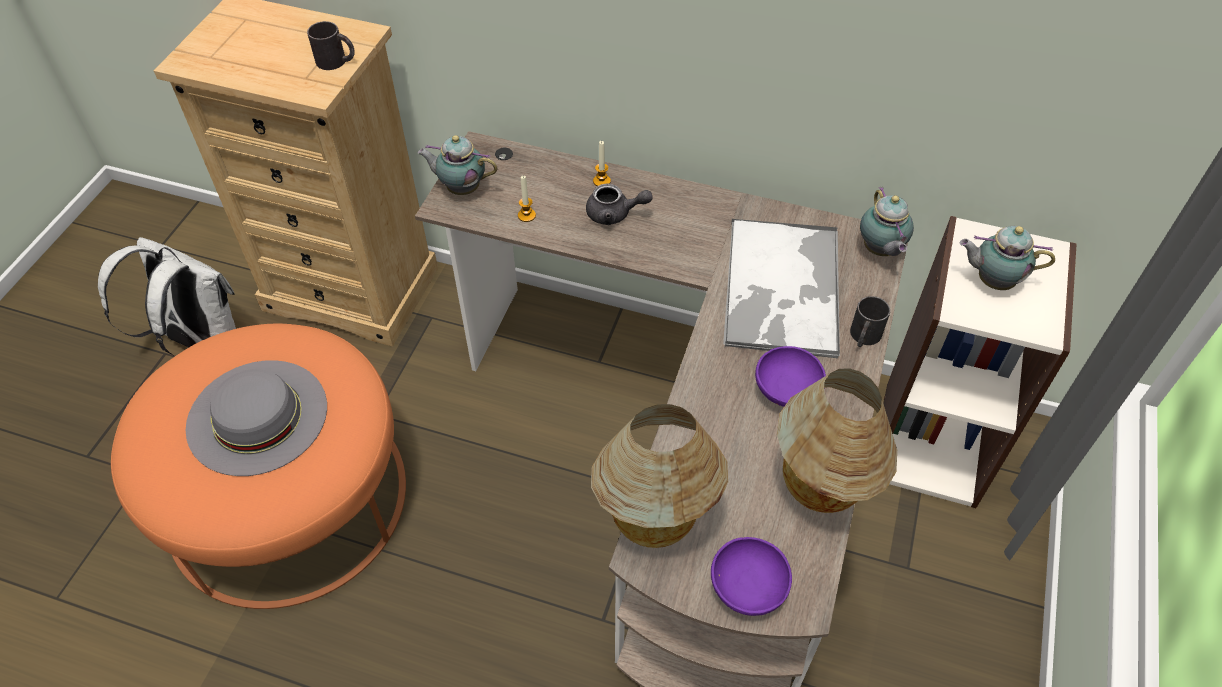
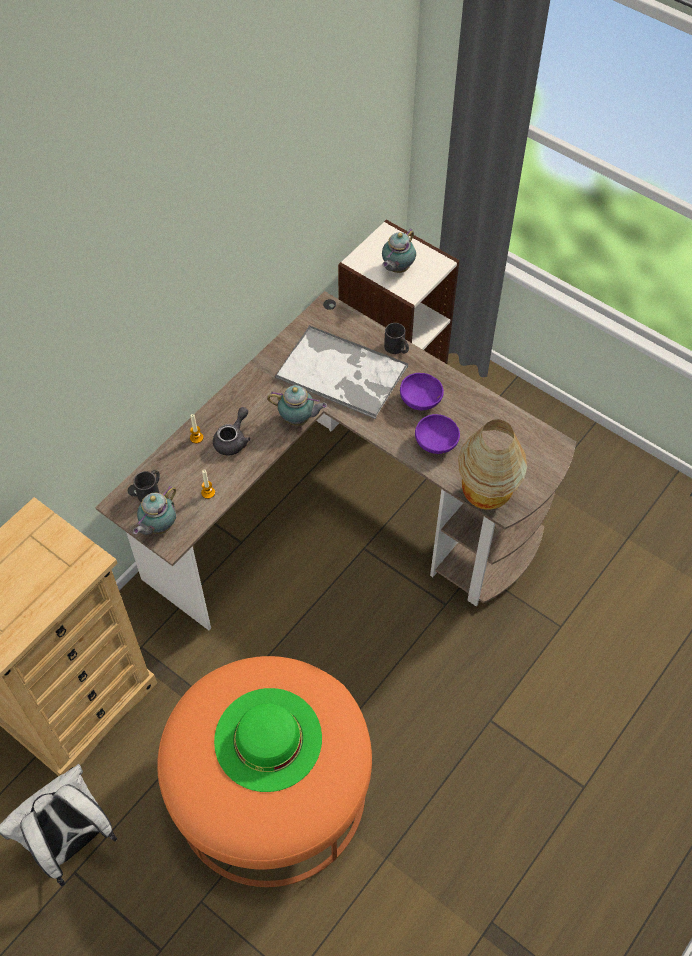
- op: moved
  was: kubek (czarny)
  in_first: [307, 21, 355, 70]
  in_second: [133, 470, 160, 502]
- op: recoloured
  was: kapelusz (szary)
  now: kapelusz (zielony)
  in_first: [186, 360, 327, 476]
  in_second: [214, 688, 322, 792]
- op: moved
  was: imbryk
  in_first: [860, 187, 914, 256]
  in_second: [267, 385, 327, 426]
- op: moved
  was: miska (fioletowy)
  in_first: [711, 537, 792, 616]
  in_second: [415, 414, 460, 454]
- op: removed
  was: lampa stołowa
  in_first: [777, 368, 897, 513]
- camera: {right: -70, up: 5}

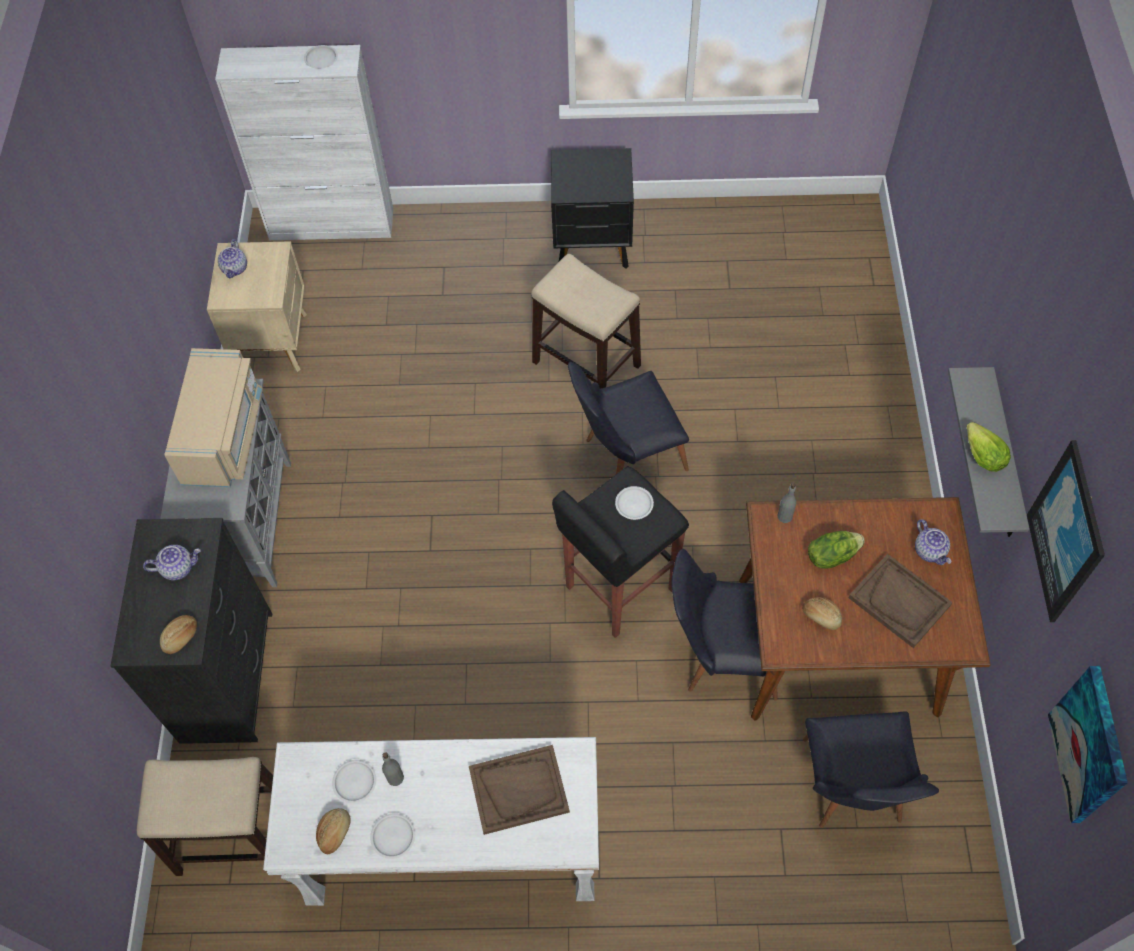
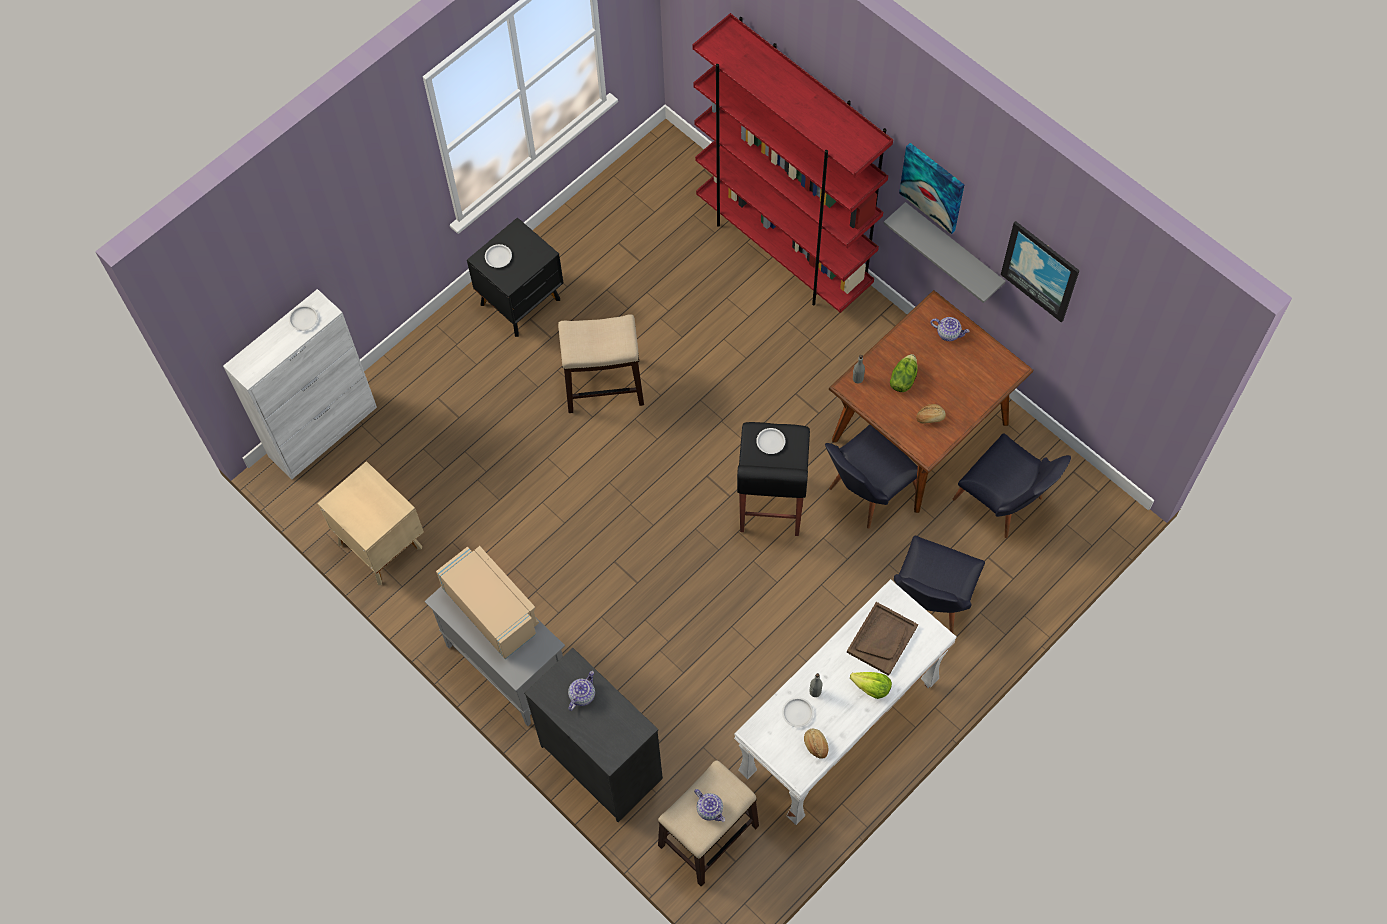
- op: moved
  was: talerz (biały)
  in_first: [370, 813, 415, 859]
  in_second: [485, 244, 512, 268]
- op: added
  now: regał (czerwony)
  in_second: [692, 13, 893, 313]
- op: moved
  was: imbryk
  in_first: [218, 239, 247, 278]
  in_second: [694, 789, 725, 822]
- op: moved
  was: sałata
  in_first: [967, 422, 1011, 472]
  in_second: [850, 672, 892, 699]
- op: moved
  was: krzesło (czarny)
  in_first: [568, 362, 689, 474]
  in_second: [894, 535, 985, 633]
- op: moved
  was: obraz
  in_first: [1048, 666, 1128, 823]
  in_second: [899, 143, 964, 234]
- op: removed
  was: chleb
  in_first: [160, 615, 197, 654]
- op: removed
  was: taca (brązowy)
  in_first: [849, 554, 953, 648]
- camera: {right: -45, up: 5}

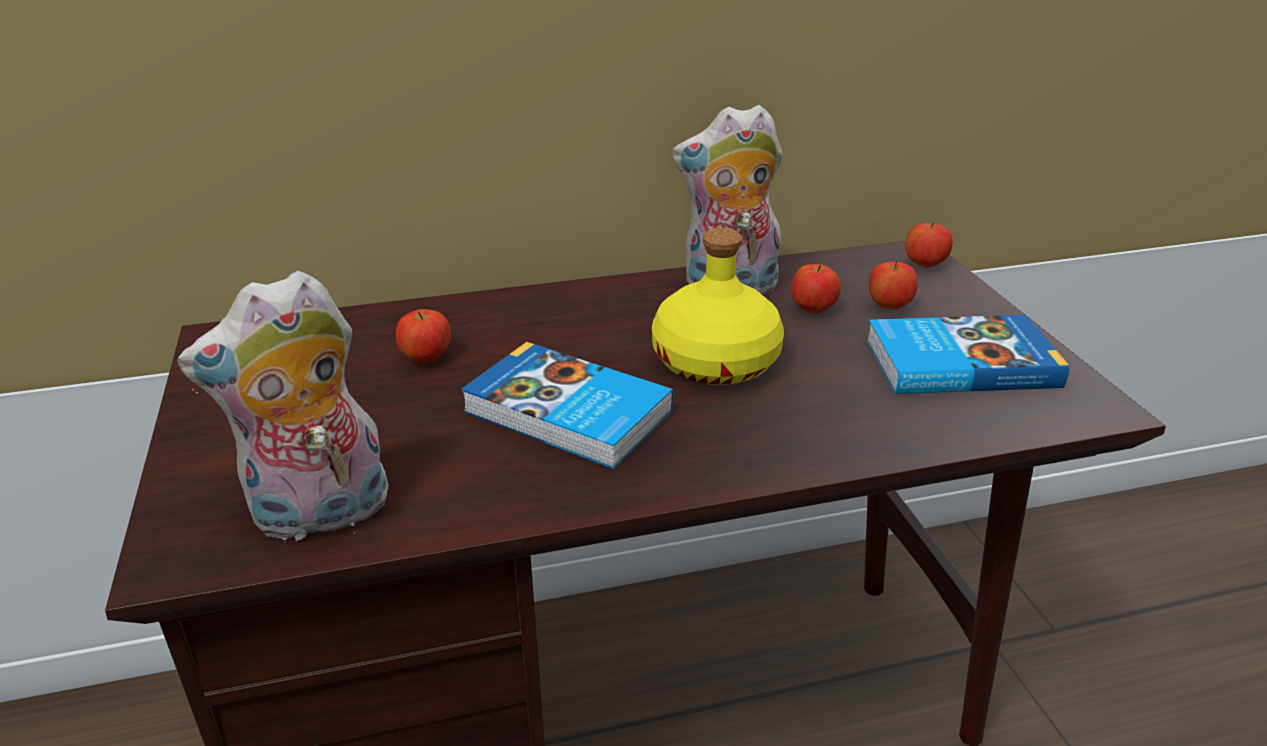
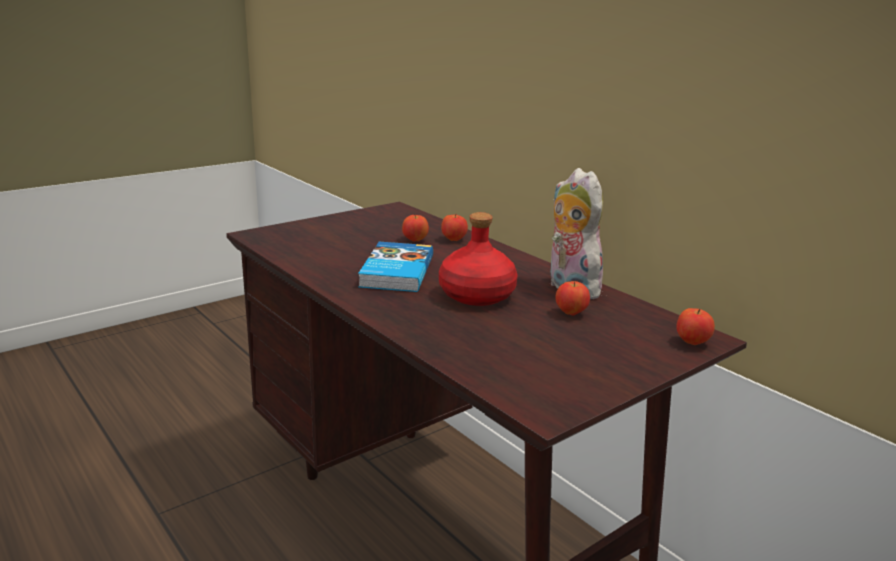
- op: recoloured
  was: butelka (żółty)
  now: butelka (czerwony)
  in_first: [652, 228, 784, 385]
  in_second: [439, 212, 517, 306]
- op: moved
  was: jabłko
  in_first: [869, 261, 918, 310]
  in_second: [441, 215, 468, 241]
- op: removed
  was: pluszak
  in_first: [177, 271, 388, 543]
- op: removed
  was: książka
  in_first: [866, 315, 1069, 394]
- camera: {right: 65, up: -10}

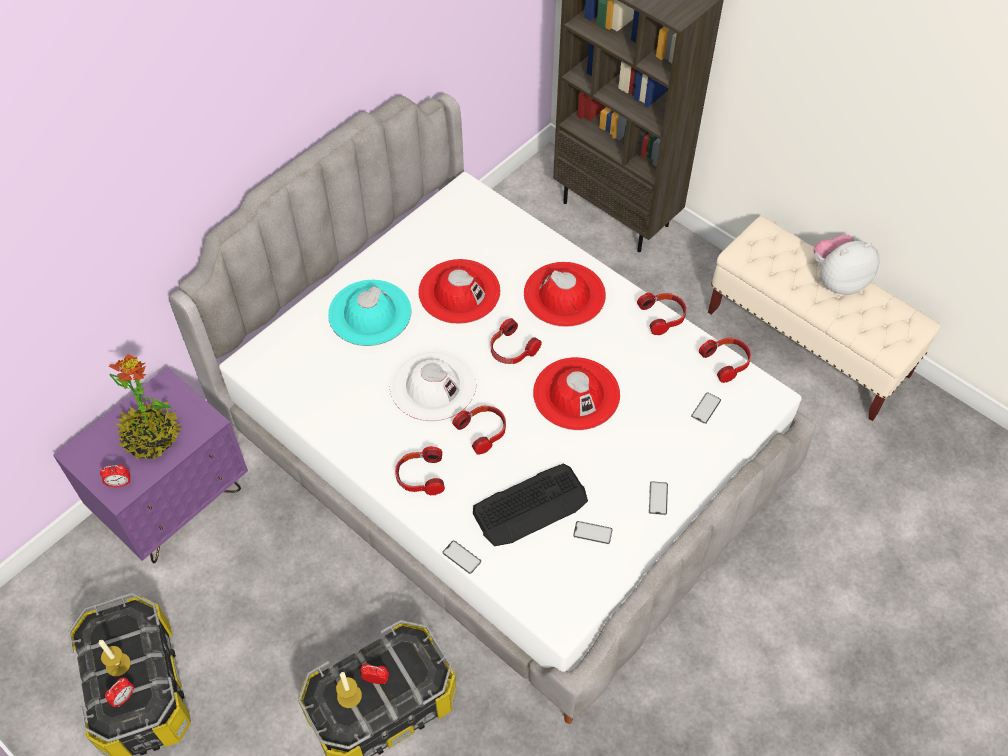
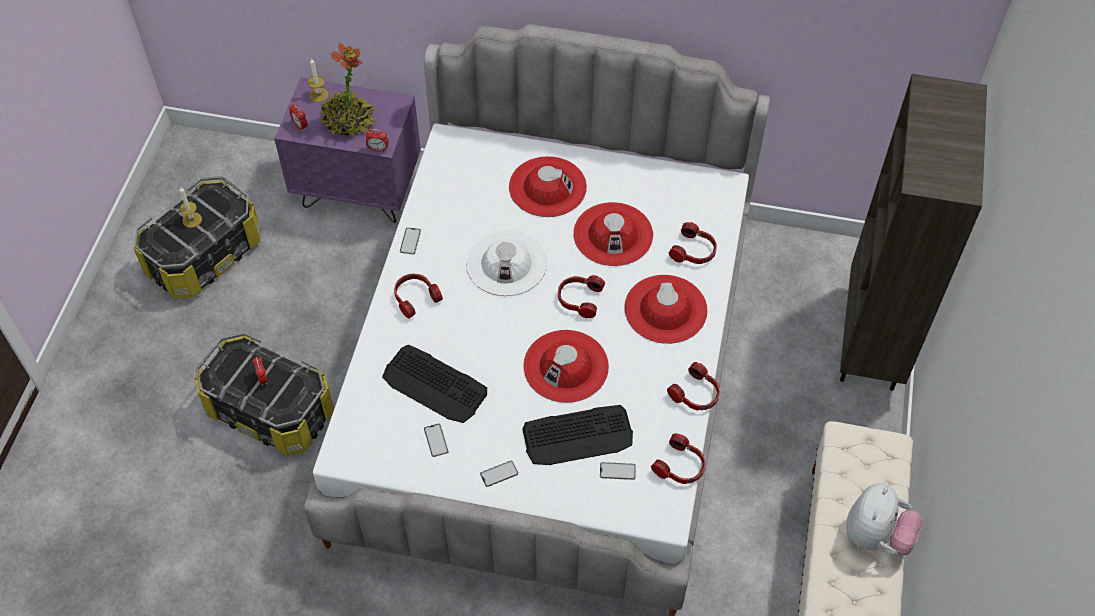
- op: moved
  was: świeca
  in_first: [336, 672, 362, 708]
  in_second: [308, 58, 329, 102]
- op: moved
  was: budzik
  in_first: [105, 677, 134, 707]
  in_second: [366, 129, 389, 152]
- op: moved
  was: telefon
  in_first: [442, 540, 481, 574]
  in_second: [400, 228, 421, 254]
- op: recoloured
  was: kapelusz (turkusowy)
  now: kapelusz (czerwony)
  in_first: [328, 280, 411, 346]
  in_second: [509, 156, 587, 217]
- op: added
  now: klawiatura
  in_second: [522, 405, 633, 465]
- op: moved
  was: słuchawki
  in_first: [452, 405, 506, 455]
  in_second: [669, 222, 717, 264]
- op: turned
  was: pluszak
  in_first: [814, 234, 880, 295]
  in_second: [846, 483, 922, 555]
  clockwise: 75
- camera: {right: 60, up: 0}

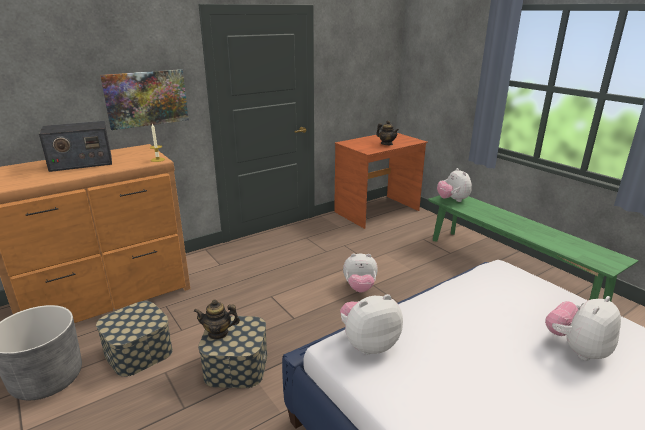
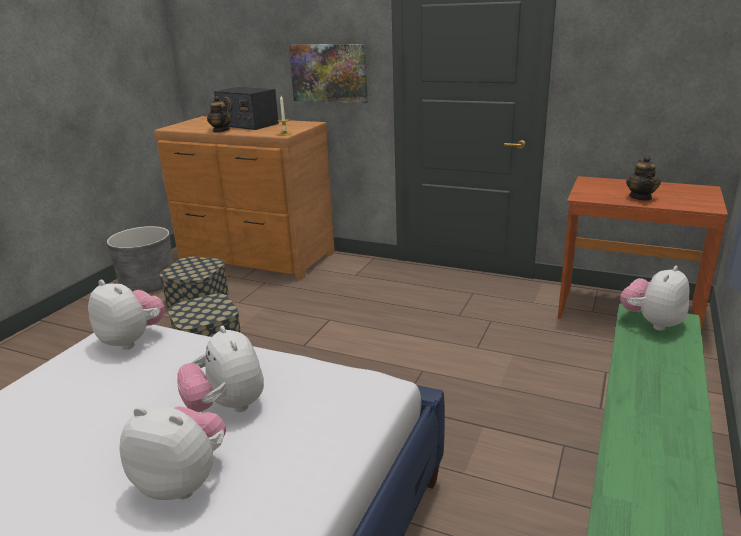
- op: moved
  was: pluszak
  in_first: [343, 254, 378, 293]
  in_second: [177, 325, 264, 412]
- op: moved
  was: imbryk
  in_first: [193, 299, 240, 340]
  in_second: [207, 96, 232, 132]
- camera: {right: 60, up: 0}

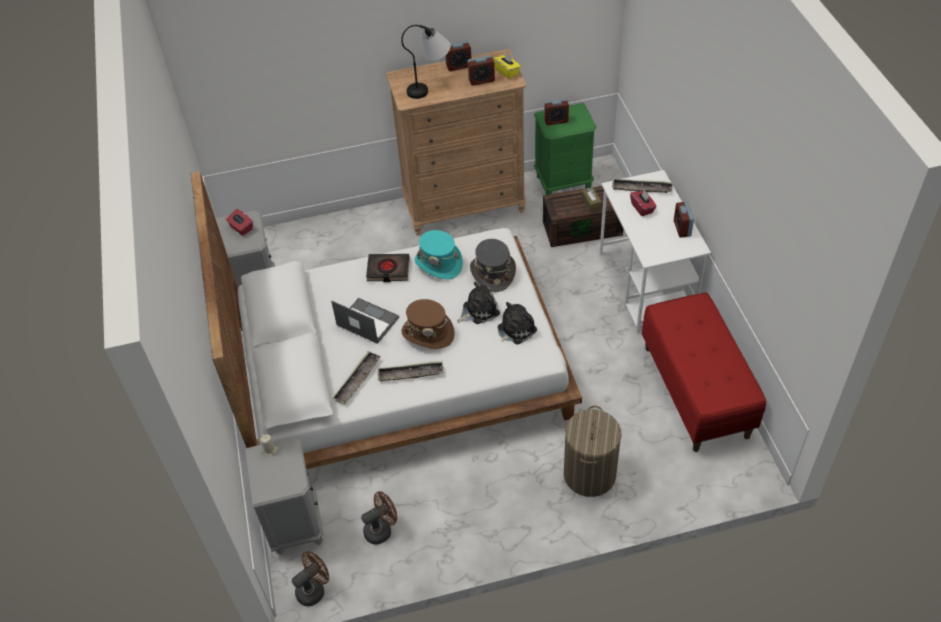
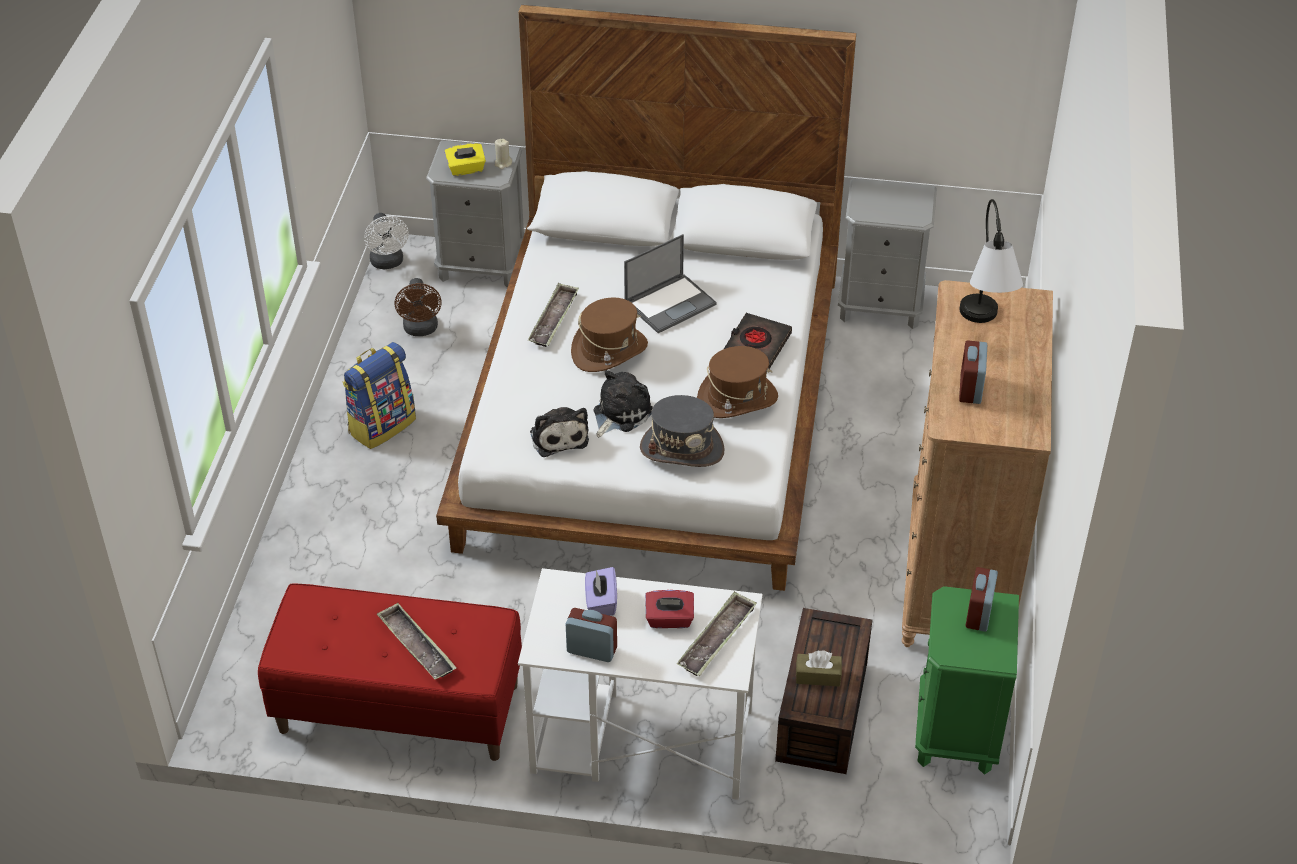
- op: added
  now: plecak
  in_second: [342, 342, 416, 449]
- op: recoloured
  was: wentylator (brązowy)
  now: wentylator (biały)
  in_first: [292, 551, 329, 606]
  in_second: [364, 213, 409, 269]
- op: moved
  was: taca
  in_first: [332, 351, 381, 405]
  in_second: [377, 603, 457, 679]
- op: moved
  was: pudełko chusteczek (żółty)
  in_first: [493, 53, 521, 79]
  in_second: [444, 143, 486, 176]
- op: added
  now: pudełko chusteczek (fioletowy)
  in_second: [585, 567, 617, 616]
- op: turned
  was: pluszak
  in_first: [457, 282, 500, 324]
  in_second: [594, 370, 653, 437]
  clockwise: -135
- op: recoloured
  was: kapelusz (turkusowy)
  now: kapelusz (brązowy)
  in_first: [415, 230, 463, 279]
  in_second: [697, 346, 778, 418]
- op: removed
  was: pudełko chusteczek (czerwony)
  in_first: [226, 209, 253, 236]
- op: removed
  was: budzik
  in_first: [445, 41, 471, 71]
- op: removed
  was: kosz na pranie
  in_first: [564, 406, 621, 497]
- camera: {right: 110, up: -5}

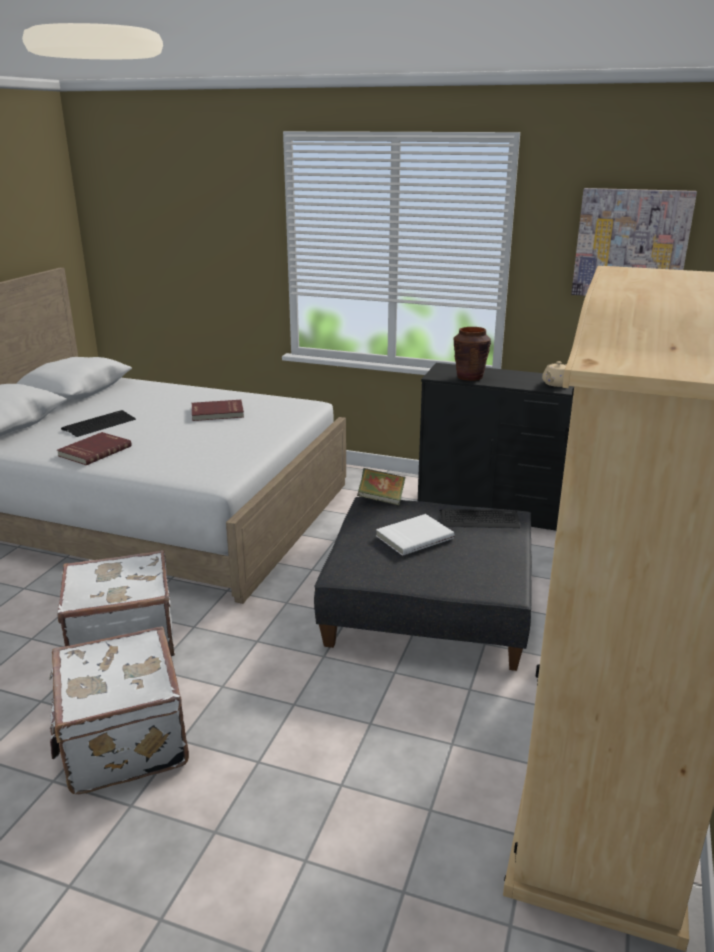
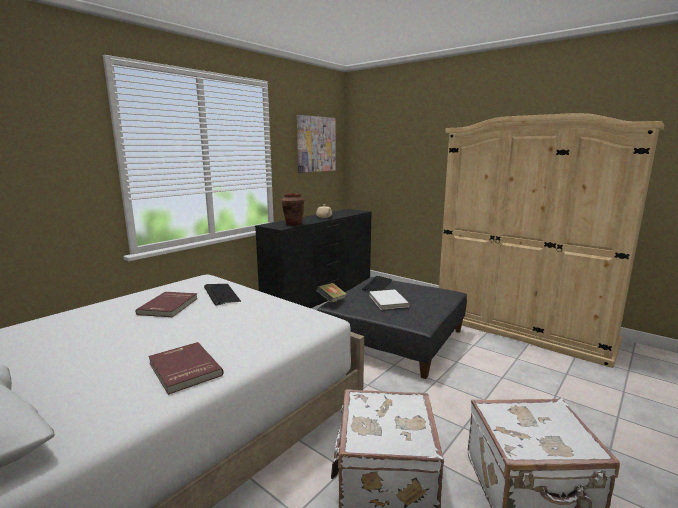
- op: moved
  was: klawiatura
  in_first: [61, 410, 136, 437]
  in_second: [204, 284, 241, 306]
- camera: {right: -70, up: -10}

